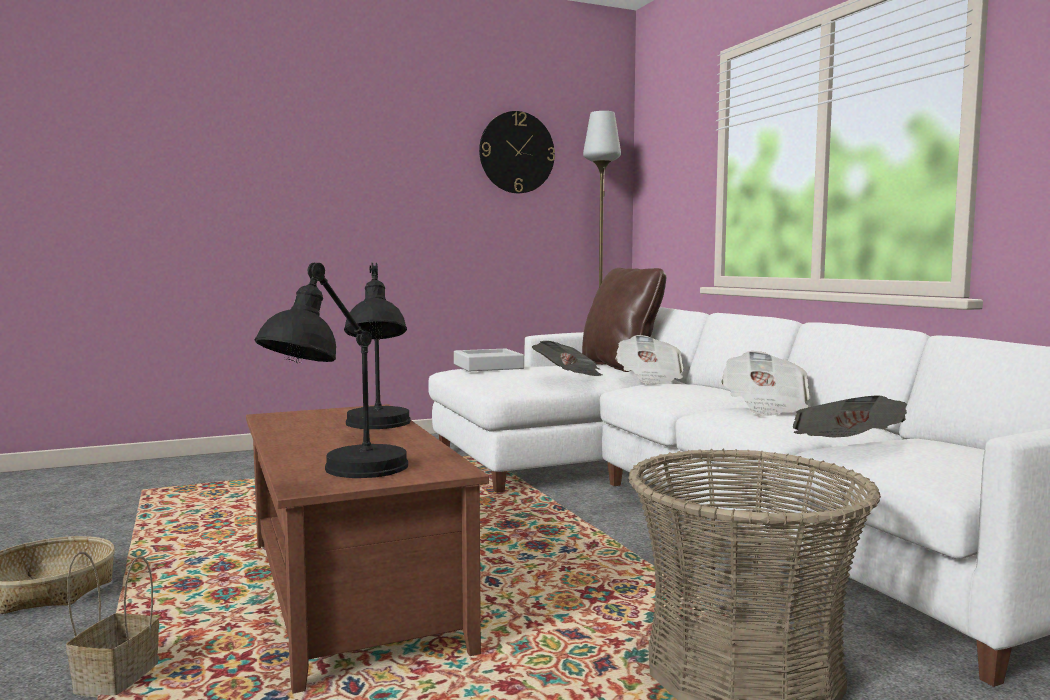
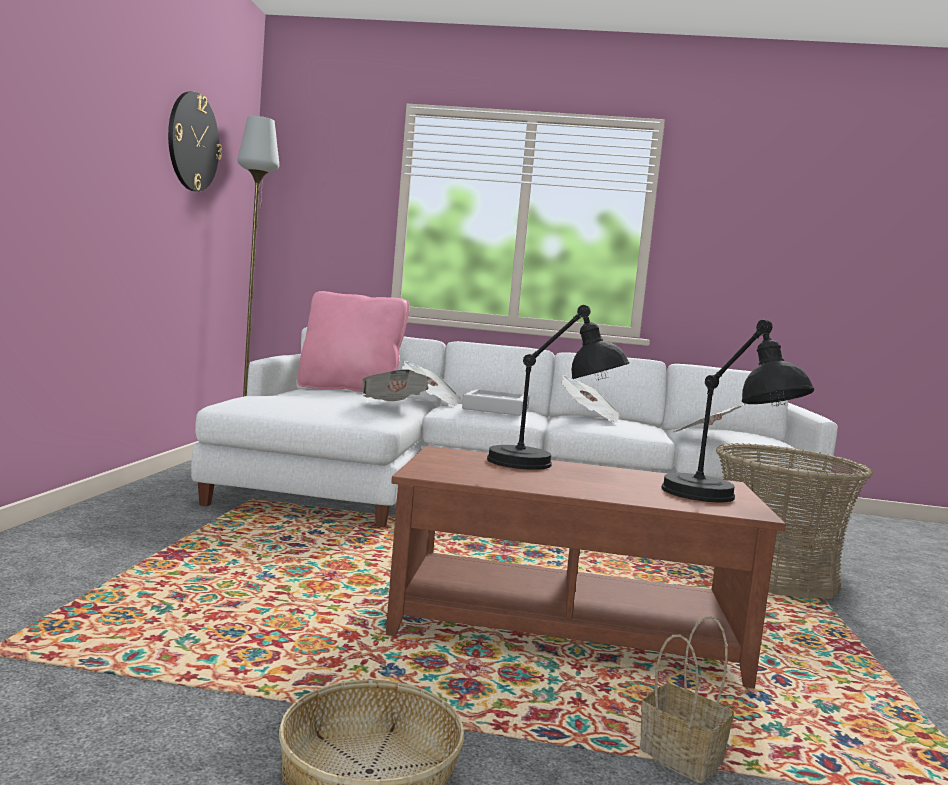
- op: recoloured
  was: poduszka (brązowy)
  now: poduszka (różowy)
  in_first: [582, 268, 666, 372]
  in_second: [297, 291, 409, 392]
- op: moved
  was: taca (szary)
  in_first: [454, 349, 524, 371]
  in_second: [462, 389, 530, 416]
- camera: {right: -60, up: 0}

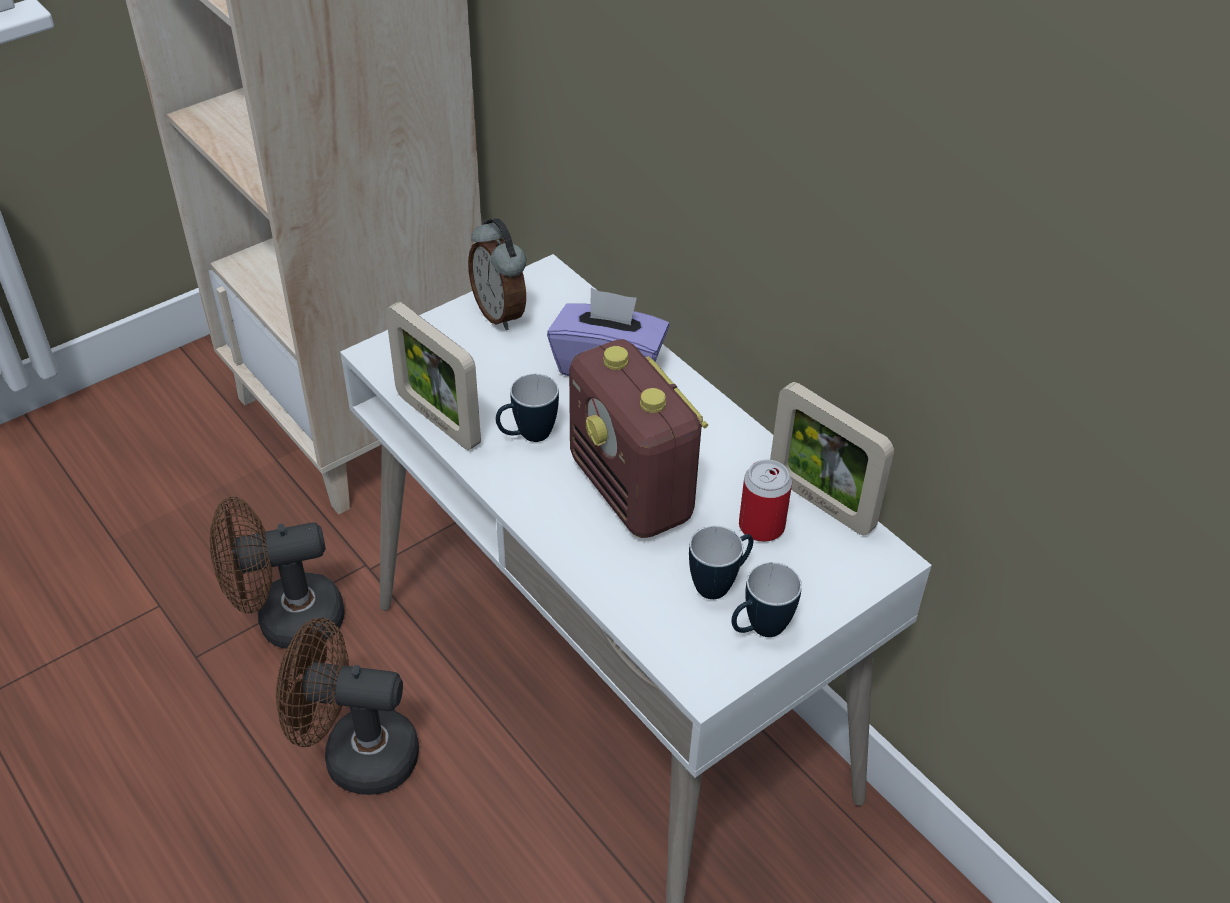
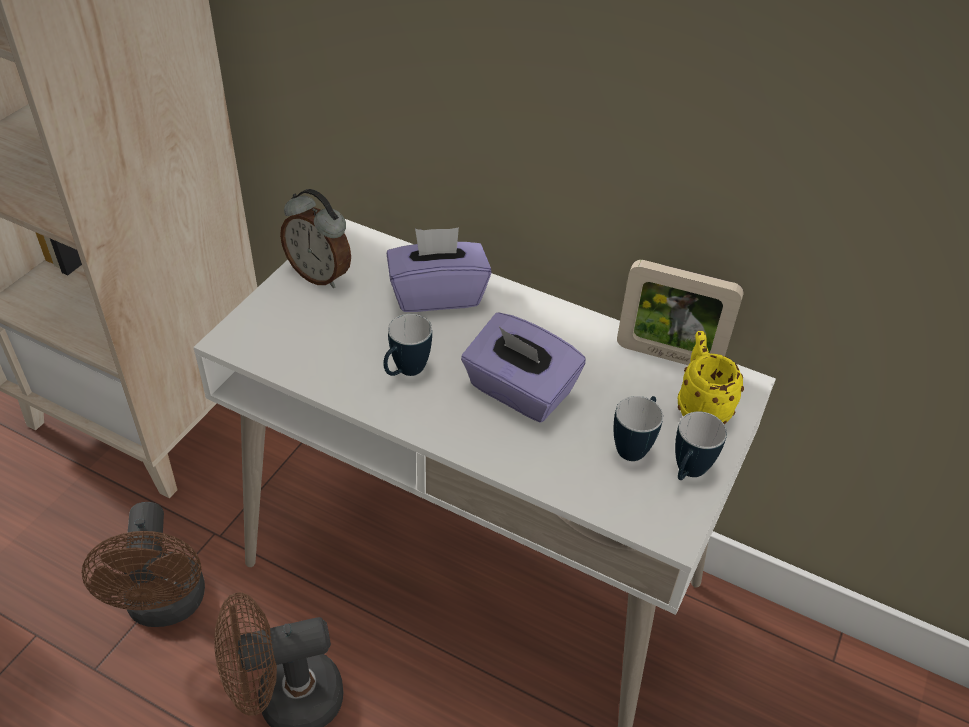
- op: turned
  was: wentylator (brązowy)
  in_first: [210, 497, 344, 649]
  in_second: [82, 502, 205, 627]
  clockwise: -60
- op: replaced
  was: radio
  now: pudełko chusteczek (fioletowy)
  in_first: [569, 339, 708, 538]
  in_second: [461, 313, 586, 422]
- op: added
  now: kubek (żółty)
  in_second: [678, 331, 744, 424]
- op: removed
  was: ramka na zdjęcie
  in_first: [386, 302, 481, 450]
- op: removed
  was: puszka
  in_first: [739, 460, 792, 542]
- camera: {right: -25, up: 0}

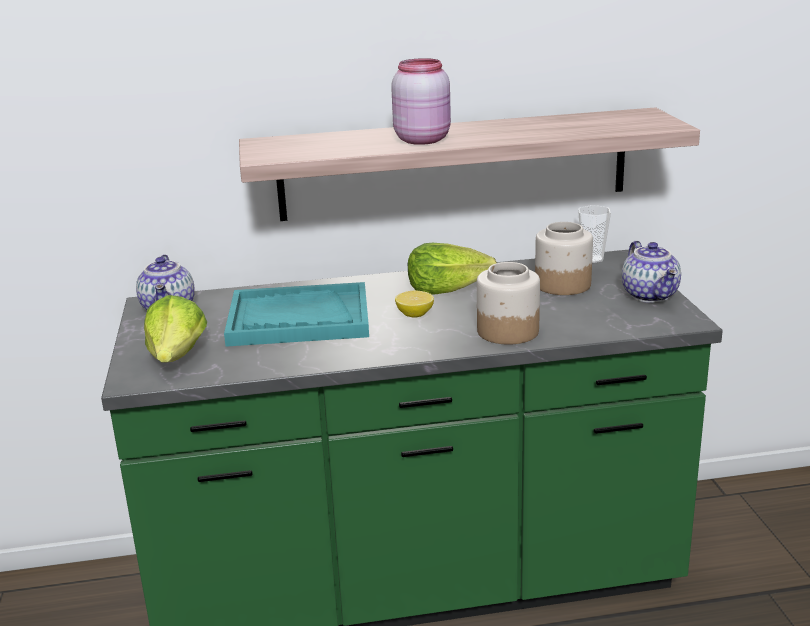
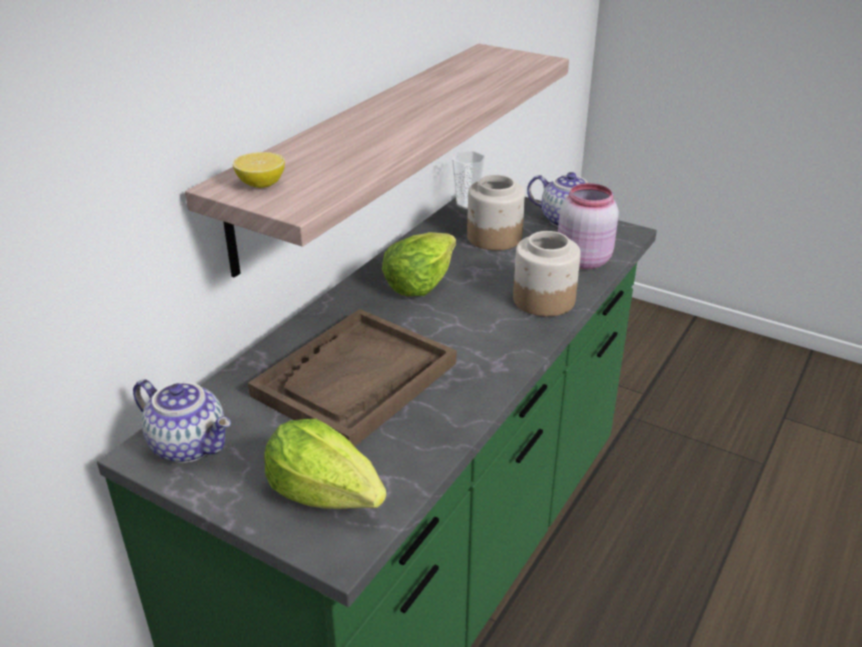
- op: moved
  was: cytryna
  in_first: [395, 291, 434, 318]
  in_second: [233, 152, 285, 188]
- op: recoloured
  was: taca (turkusowy)
  now: taca (brązowy)
  in_first: [224, 282, 369, 347]
  in_second: [248, 309, 456, 446]
- op: moved
  was: słoik (różowy)
  in_first: [391, 58, 451, 145]
  in_second: [558, 183, 619, 269]
- camera: {right: -50, up: 10}

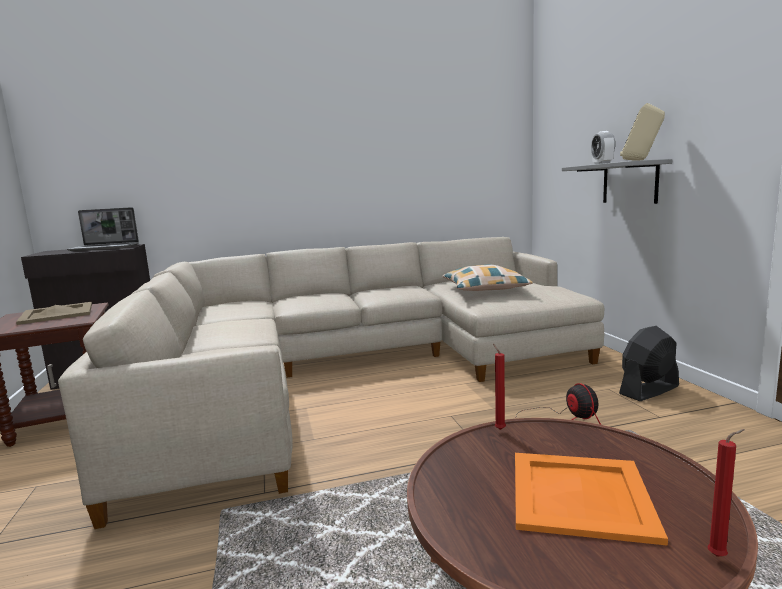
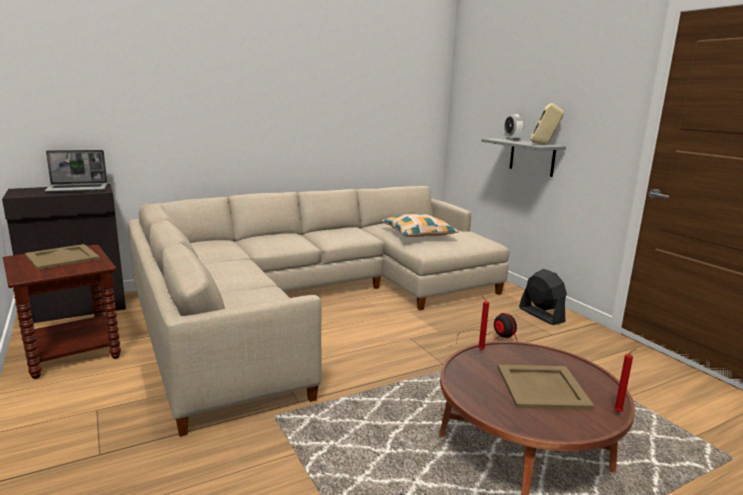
- op: recoloured
  was: taca (pomarańczowy)
  now: taca (beżowy)
  in_first: [515, 453, 668, 546]
  in_second: [498, 365, 594, 409]
- op: turned
  was: wentylator (czarny)
  in_first: [619, 326, 679, 401]
  in_second: [519, 269, 567, 325]
  clockwise: 105
- camera: {right: -15, up: 5}

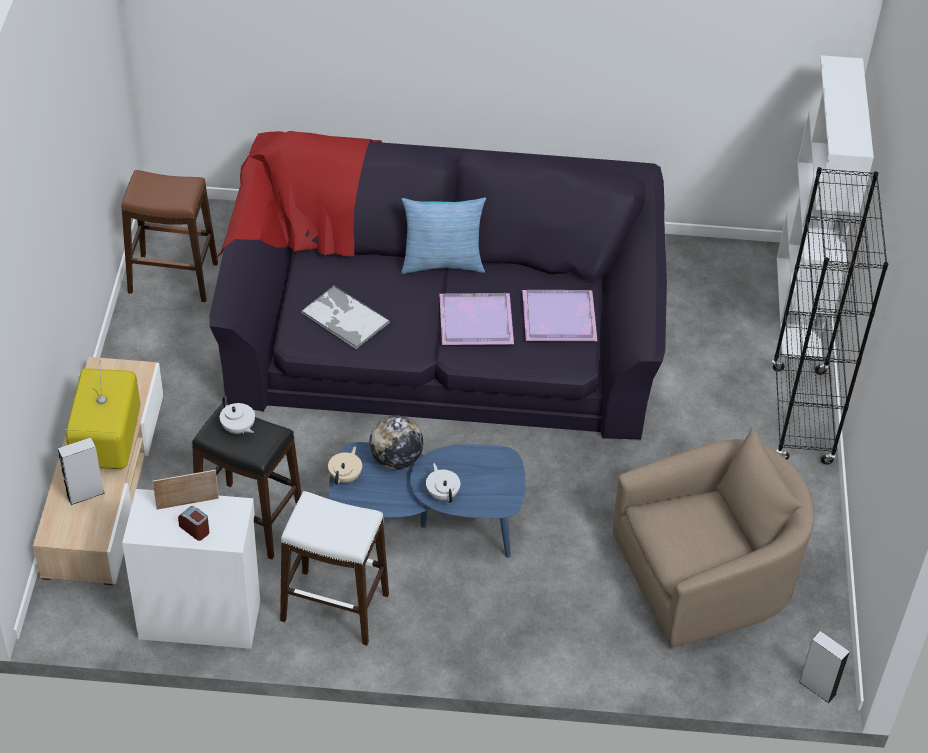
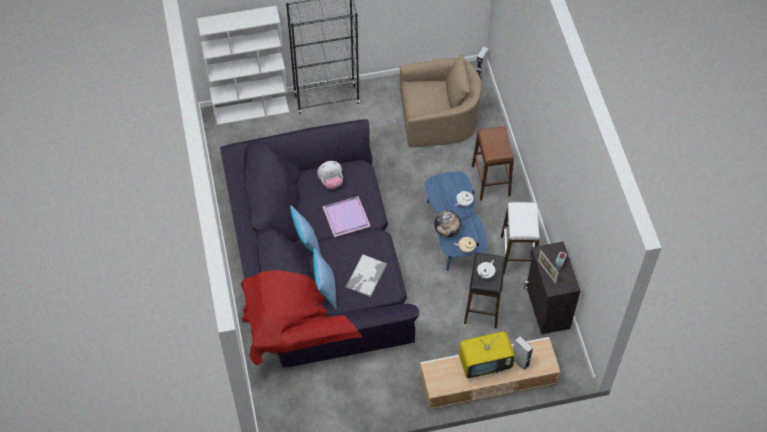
- op: added
  now: poduszka
  in_second: [313, 248, 337, 310]
- op: replaced
  was: taca (fioletowy)
  now: pluszak
  in_first: [522, 290, 598, 341]
  in_second: [317, 161, 343, 189]
- op: turned
  was: fotel (beżowy)
  in_first: [613, 427, 814, 648]
  in_second: [400, 54, 482, 147]
  clockwise: 120
- op: moved
  was: stołek (brązowy)
  in_first: [121, 170, 218, 302]
  in_second: [472, 126, 514, 200]
- op: recoloured
  was: szafka (biały)
  now: szafka (czarny)
  in_first: [122, 489, 260, 649]
  in_second: [524, 241, 581, 335]
- camera: {right: -105, up: 10}

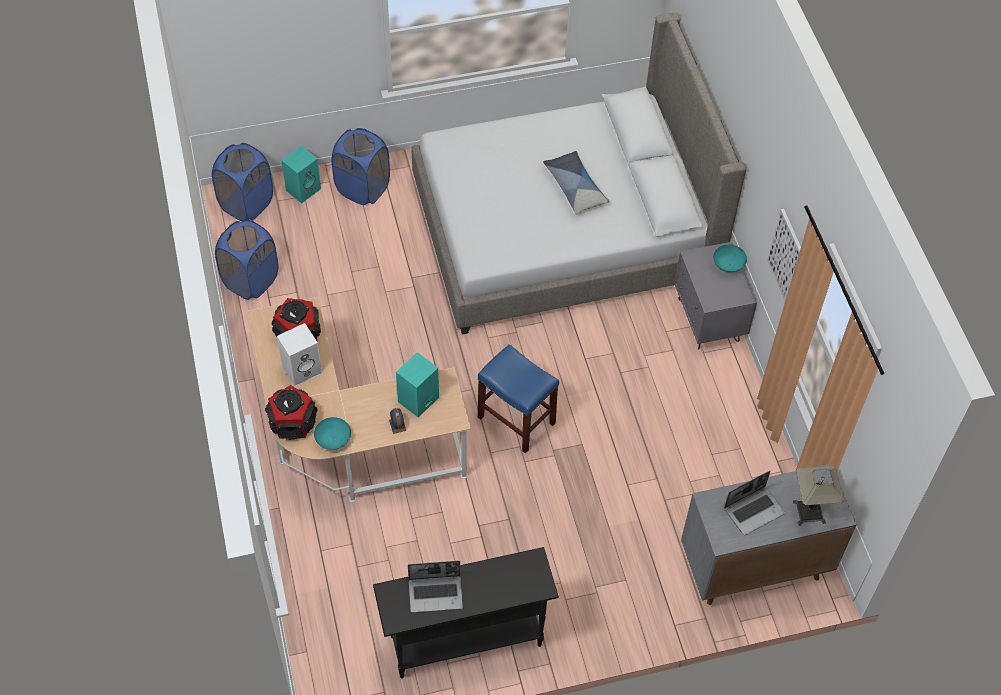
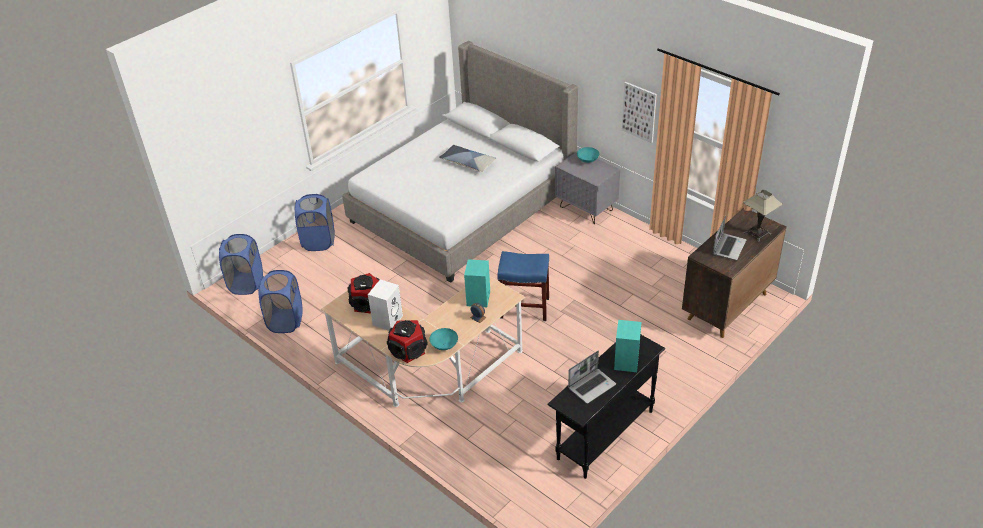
- op: moved
  was: głośnik (turkusowy)
  in_first: [281, 146, 321, 203]
  in_second: [614, 320, 642, 372]
- op: recoloured
  was: szafka (szary)
  now: szafka (brązowy)
  in_first: [681, 464, 857, 605]
  in_second: [682, 208, 787, 338]
- camera: {right: -30, up: -15}

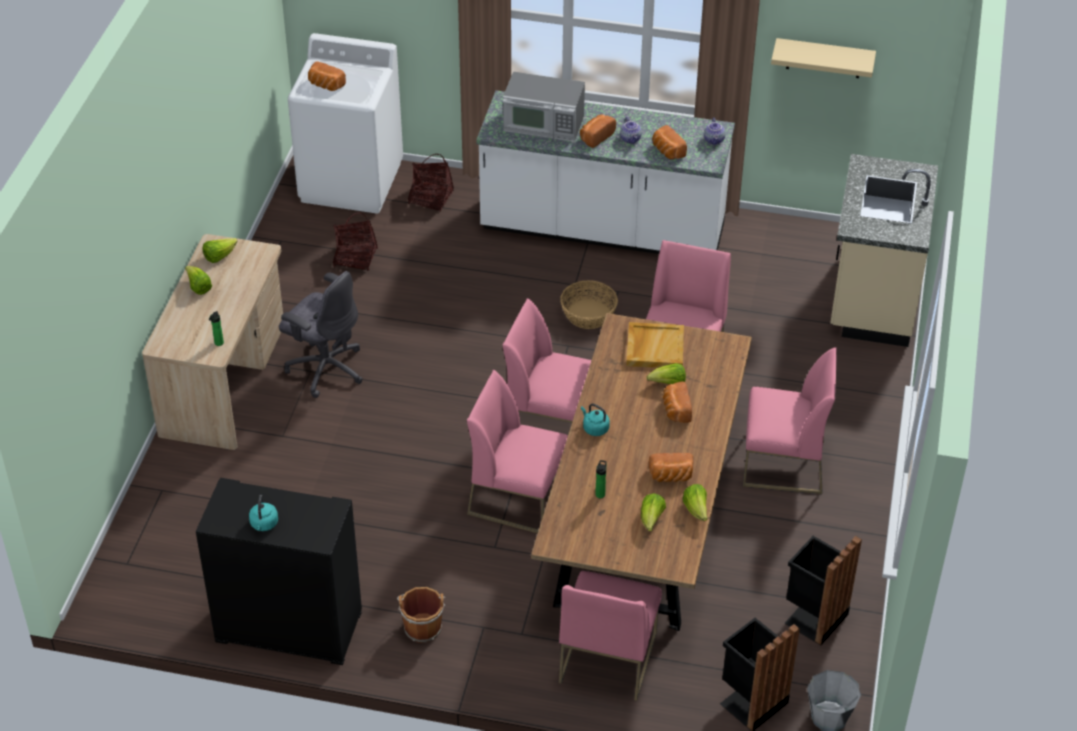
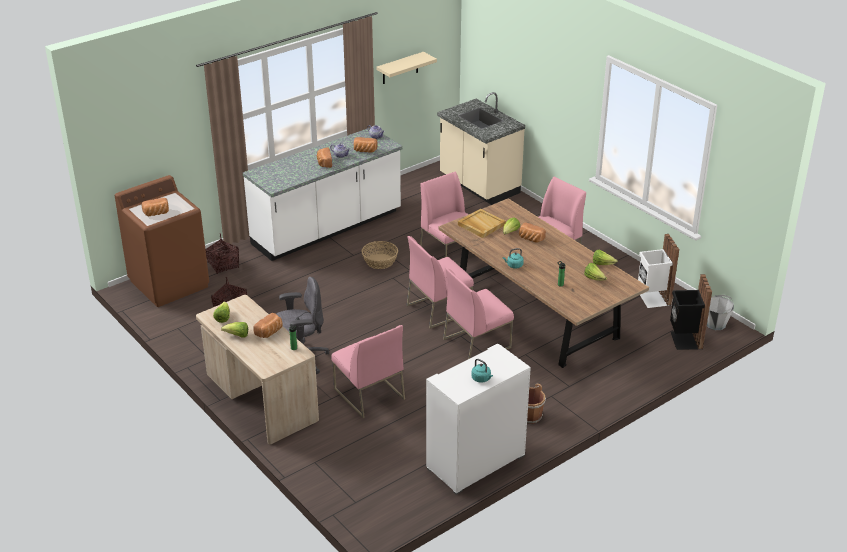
- op: recoloured
  was: pralka (biały)
  now: pralka (brązowy)
  in_first: [288, 33, 403, 213]
  in_second: [115, 175, 209, 307]
- op: moved
  was: chleb
  in_first: [649, 453, 693, 482]
  in_second: [253, 313, 283, 338]
- op: moved
  was: krzesło (różowy)
  in_first: [559, 571, 662, 701]
  in_second: [331, 325, 405, 418]
- op: recoloured
  was: szafka (czarny)
  now: szafka (biały)
  in_first: [196, 478, 362, 665]
  in_second: [426, 344, 531, 495]
- op: recoloured
  was: kosz na śmieci (czarny)
  now: kosz na śmieci (biały)
  in_first: [784, 536, 862, 645]
  in_second: [638, 234, 679, 308]
- op: removed
  was: mikrofalówka
  in_first: [503, 72, 585, 142]
- camera: {right: -50, up: -10}

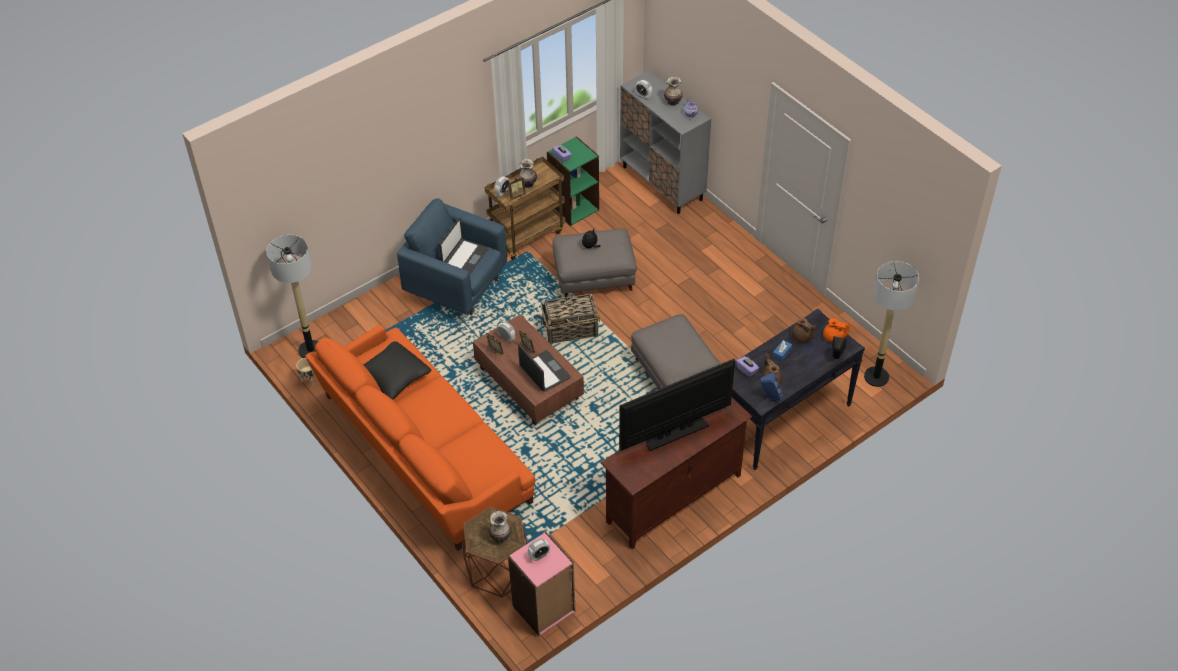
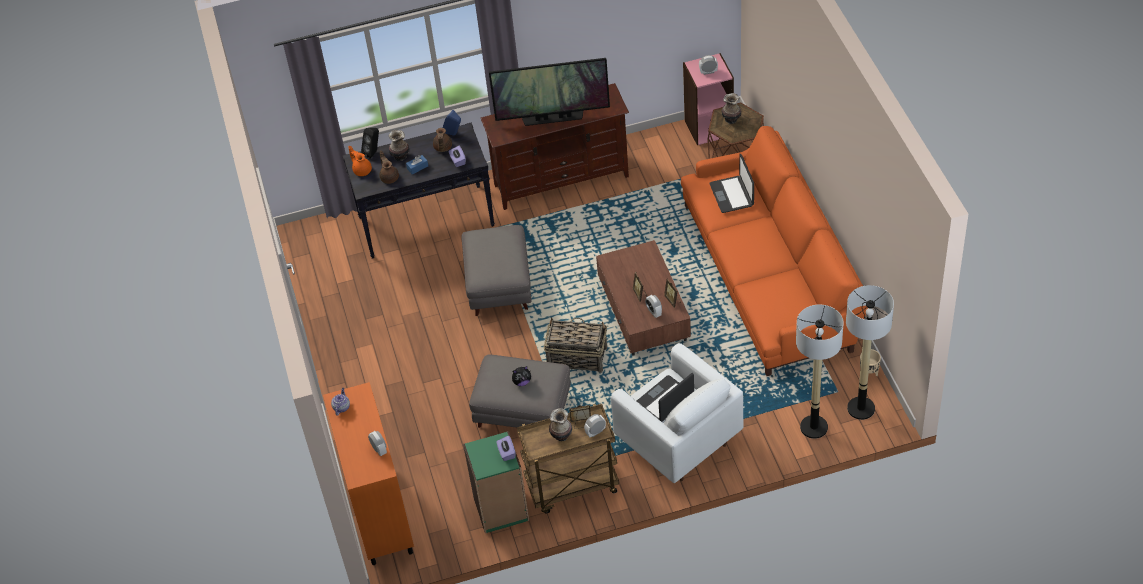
- op: recoloured
  was: szafka (szary)
  now: szafka (pomarańczowy)
  in_first: [620, 70, 711, 214]
  in_second: [323, 382, 414, 565]
- op: moved
  was: wazon
  in_first: [664, 76, 683, 106]
  in_second: [388, 130, 409, 161]
- op: recoloured
  was: fotel (niebieski)
  now: fotel (biały)
  in_first: [397, 198, 507, 315]
  in_second: [611, 343, 743, 483]
- op: moved
  was: laptop
  in_first: [518, 344, 570, 392]
  in_second: [709, 154, 754, 213]
- op: moved
  was: lampa stojąca
  in_first: [864, 261, 919, 387]
  in_second: [796, 305, 844, 439]
- op: removed
  was: poduszka (czarny)
  in_first: [363, 341, 432, 400]
- camera: {right: -155, up: 0}

